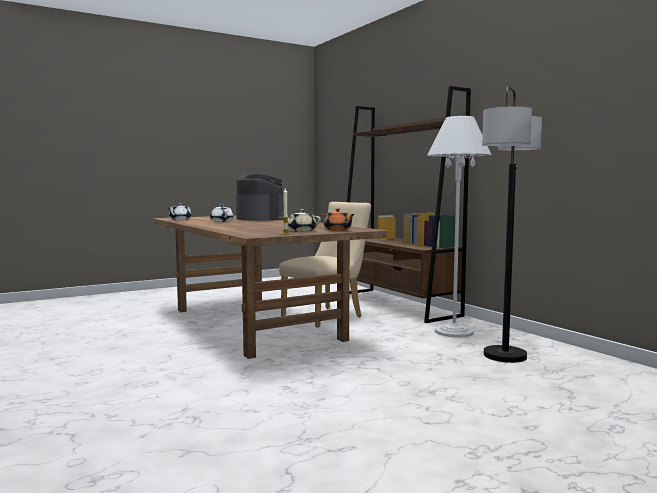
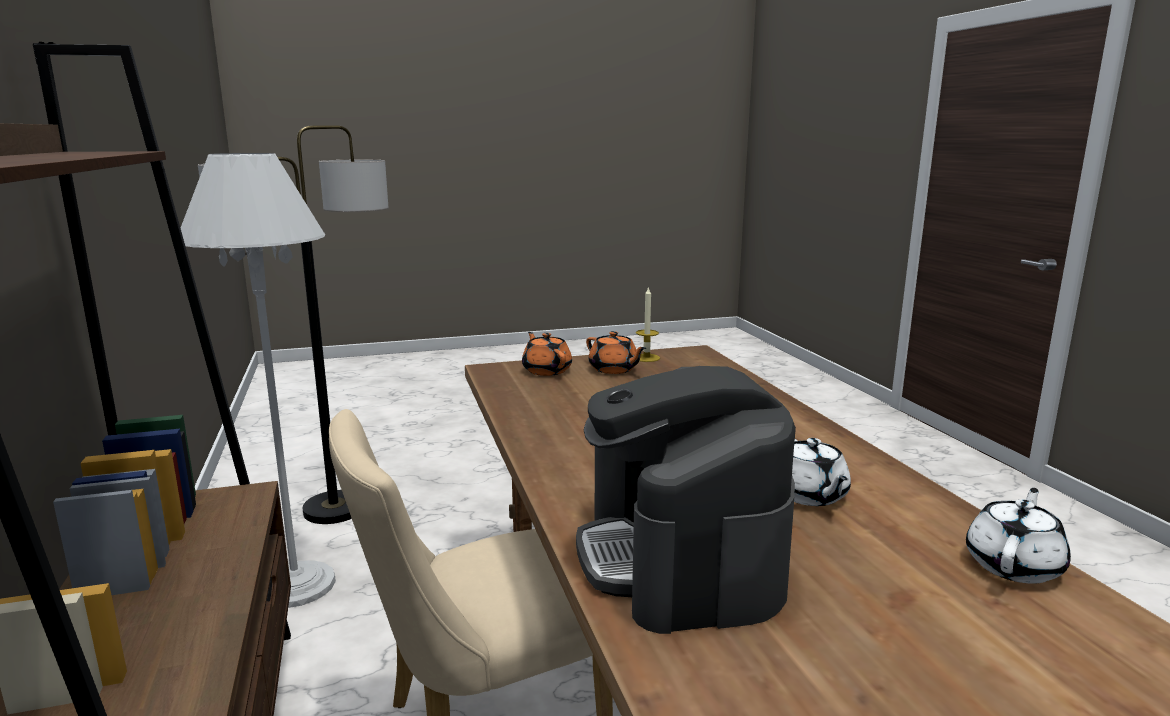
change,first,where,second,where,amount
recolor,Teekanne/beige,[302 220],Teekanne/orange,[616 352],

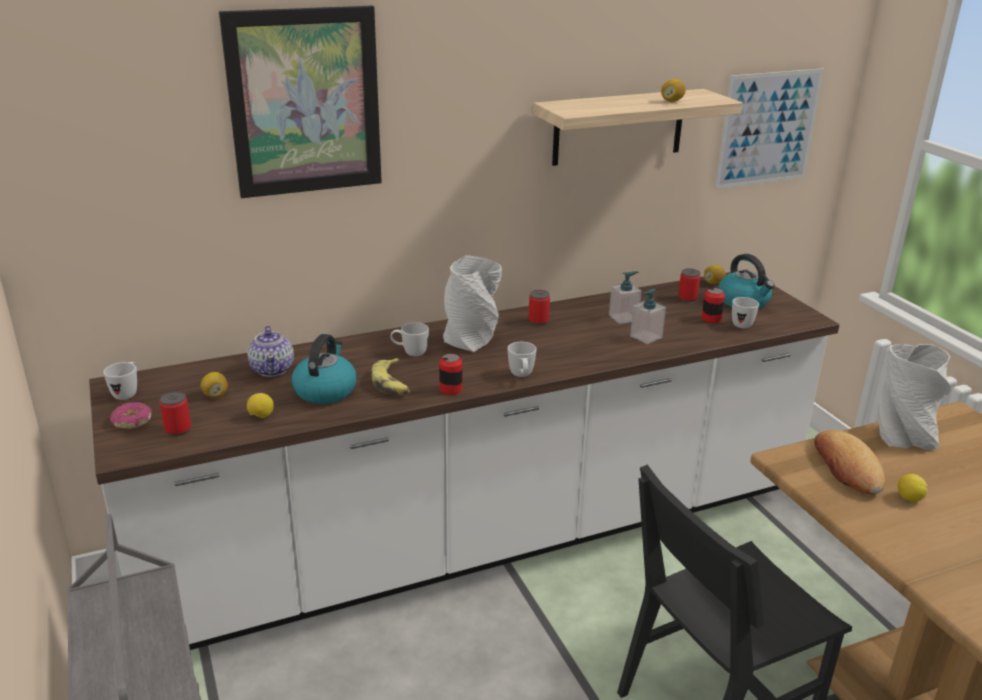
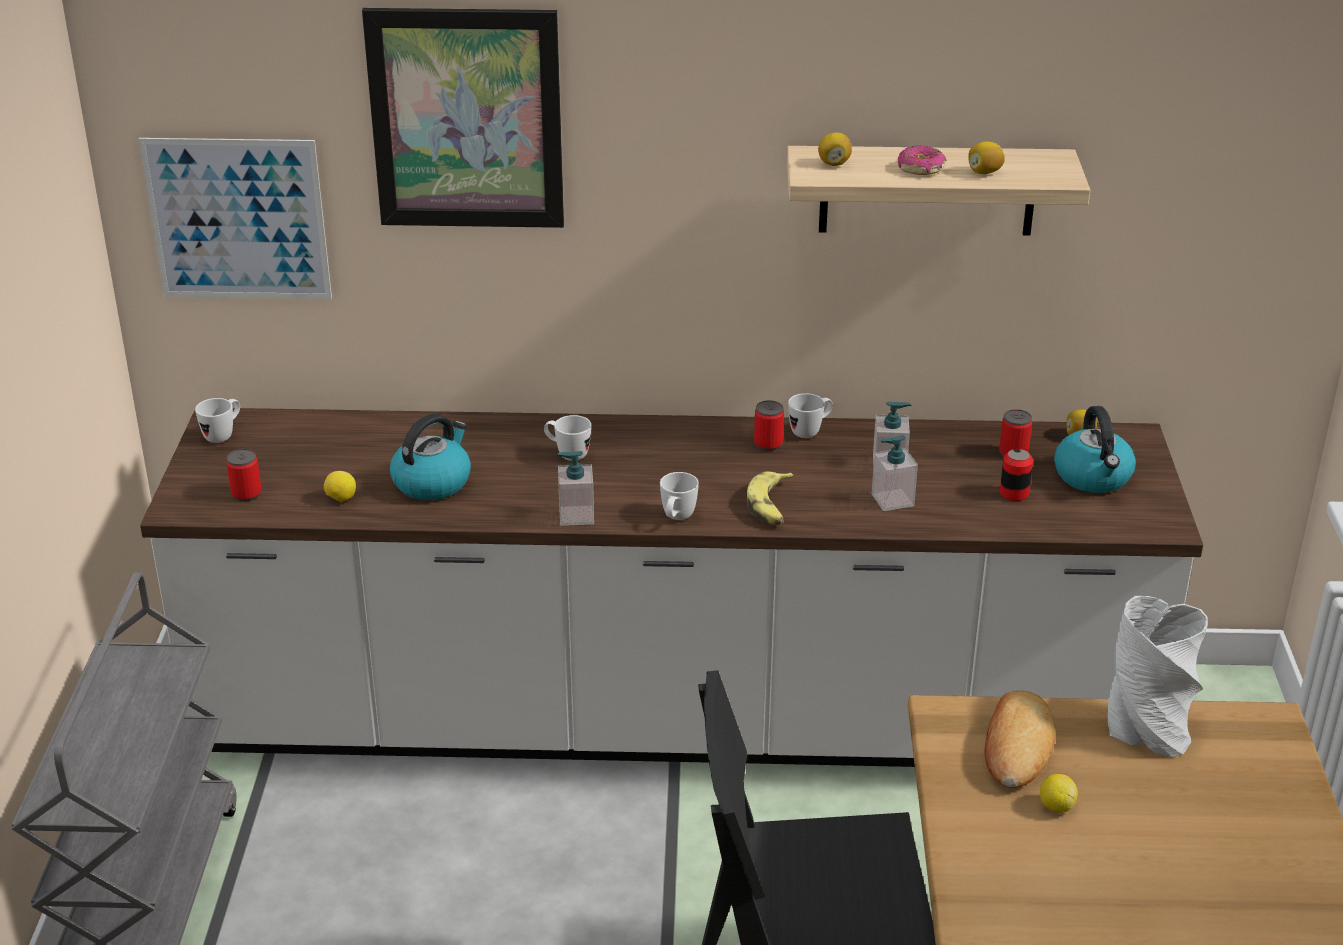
change,first,where,second,where,amount
move,Donut,[131 415],,[922 160],
move,Zitrone,[214 385],,[835 149],
delete,Teekanne,[270 351],,,
move,Banane,[390 376],,[770 498],
replace,Dose,[450 374],Seifenspender,[575 488],
delete,Vase/grau,[472 303],,,
move,Bild,[769 129],,[235 218],
move,Henkelbecher/weiß,[745 312],,[810 415],

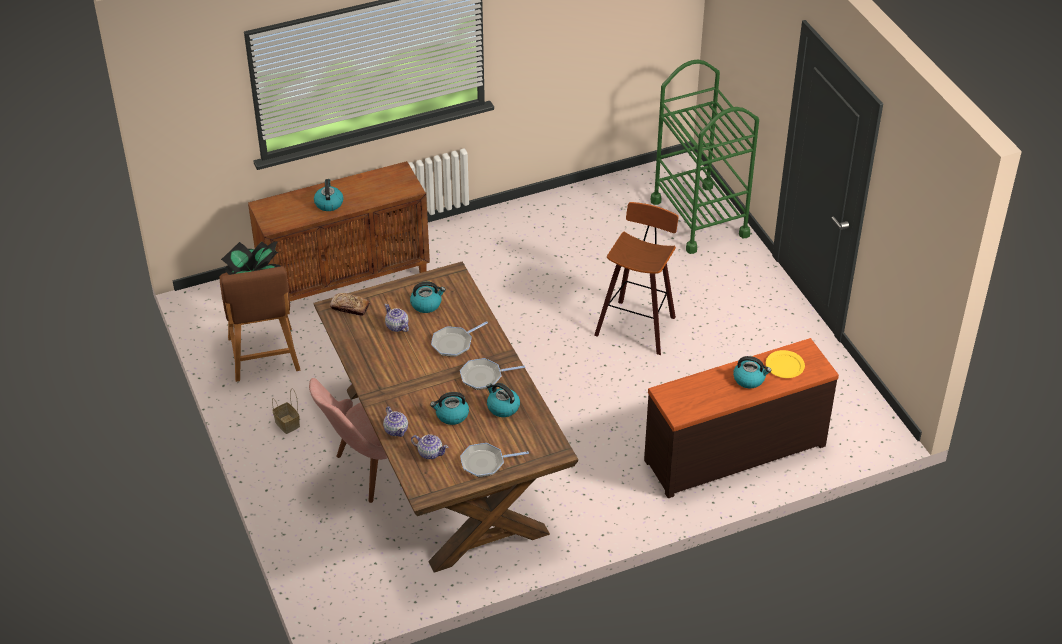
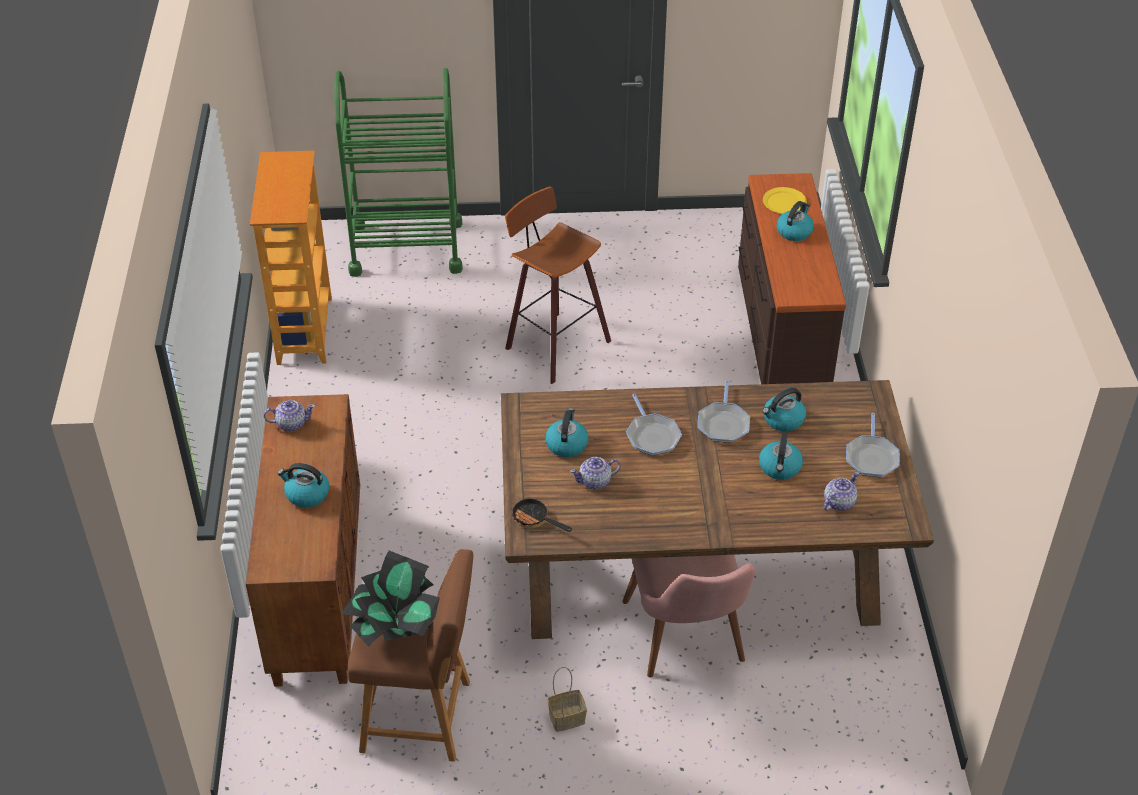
change,first,where,second,where,amount
replace,Brot,[350 304],Pfanne,[541 515],
move,Teekanne,[395 422],,[289 415],
insert,,,Bücherregal,[291 258],

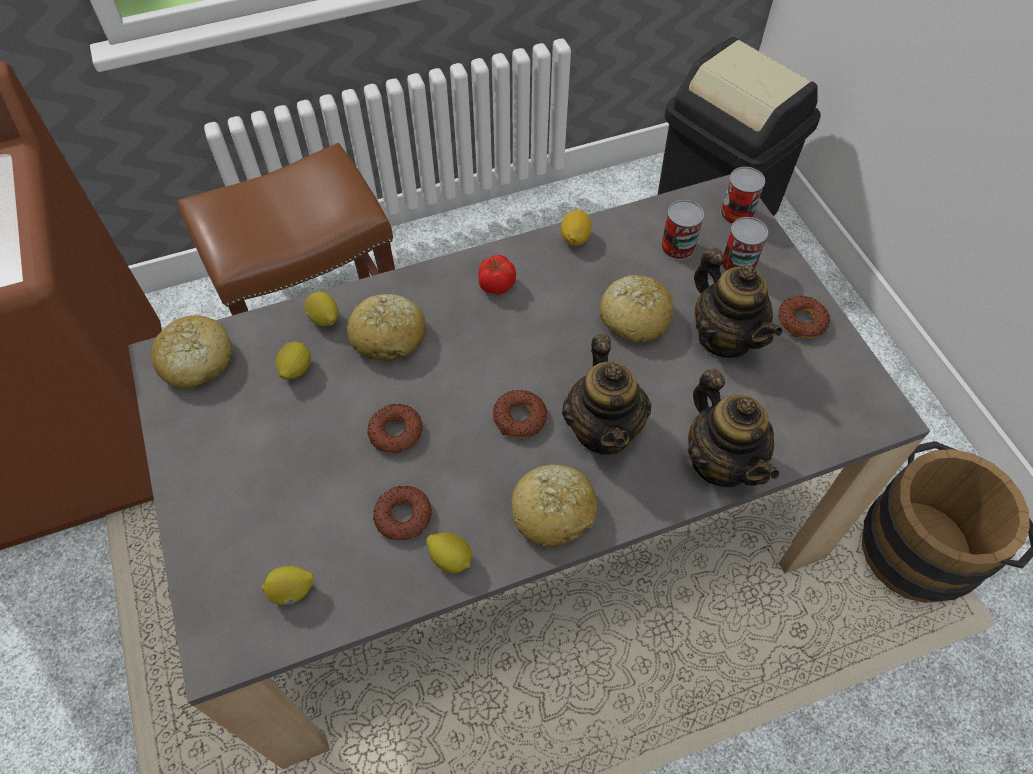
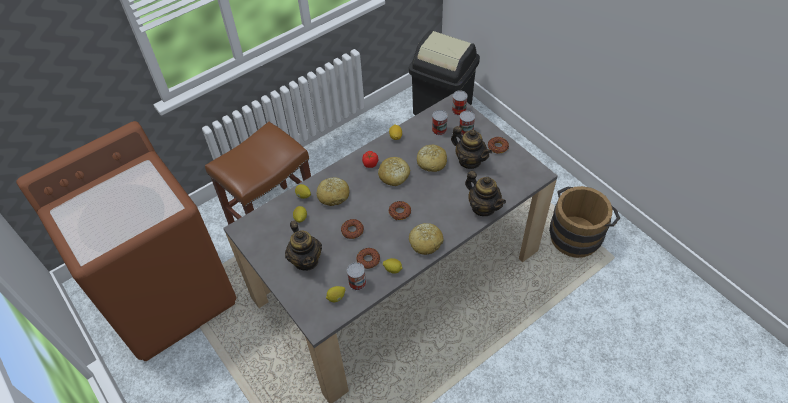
change,first,where,second,where,amount
move,Brot,[192 351],,[394 171],
move,Teekanne,[606 394],,[303 246],
insert,,,Dose,[356 276],

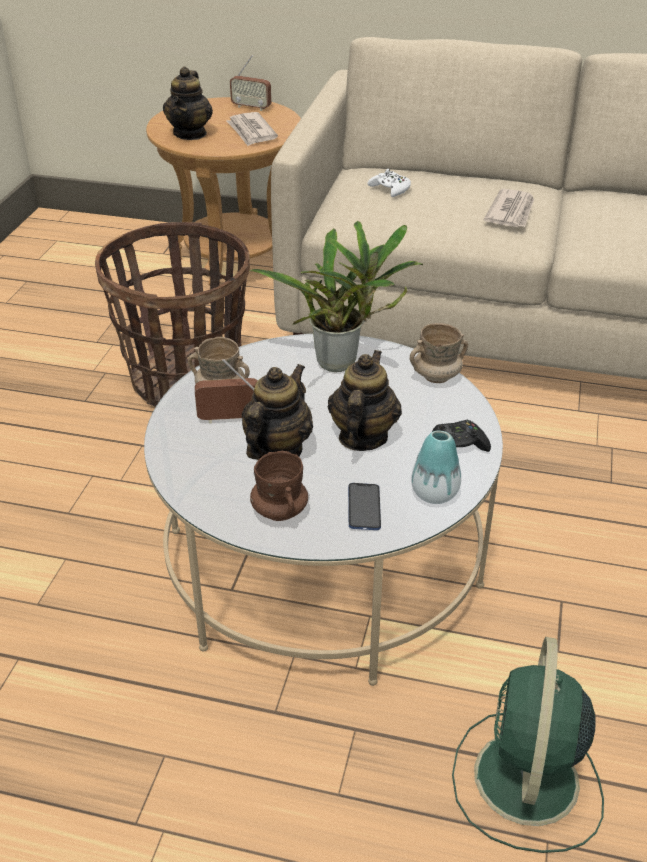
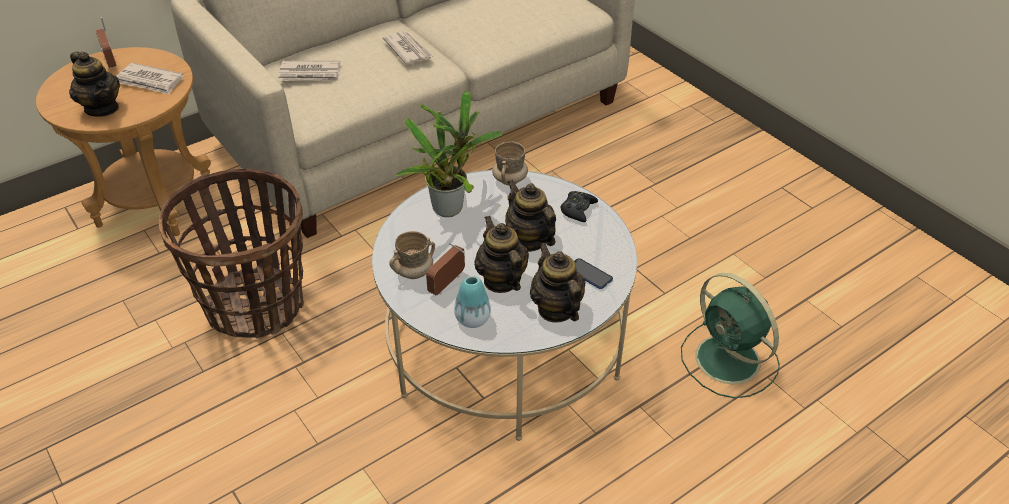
change,first,where,second,where,amount
rotate,Radio,[250 83],,[106 43],90 degrees clockwise
replace,Henkelbecher/braun,[279 486],Teekanne,[557 283],
replace,Gamepad/weiß,[389 183],Zeitung,[309 71],
move,Vase,[436 467],,[472 302],

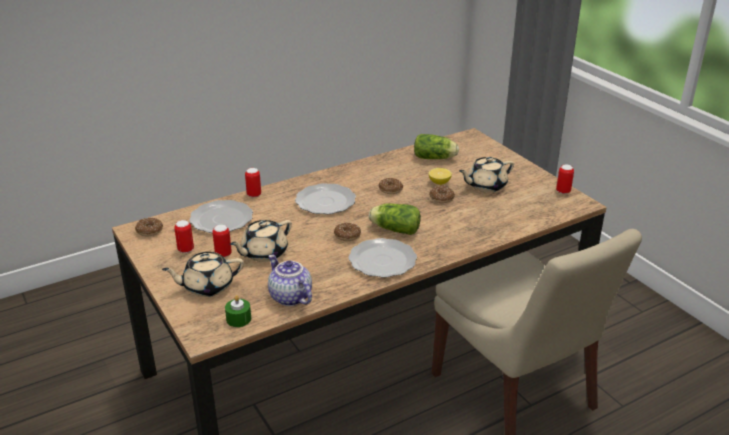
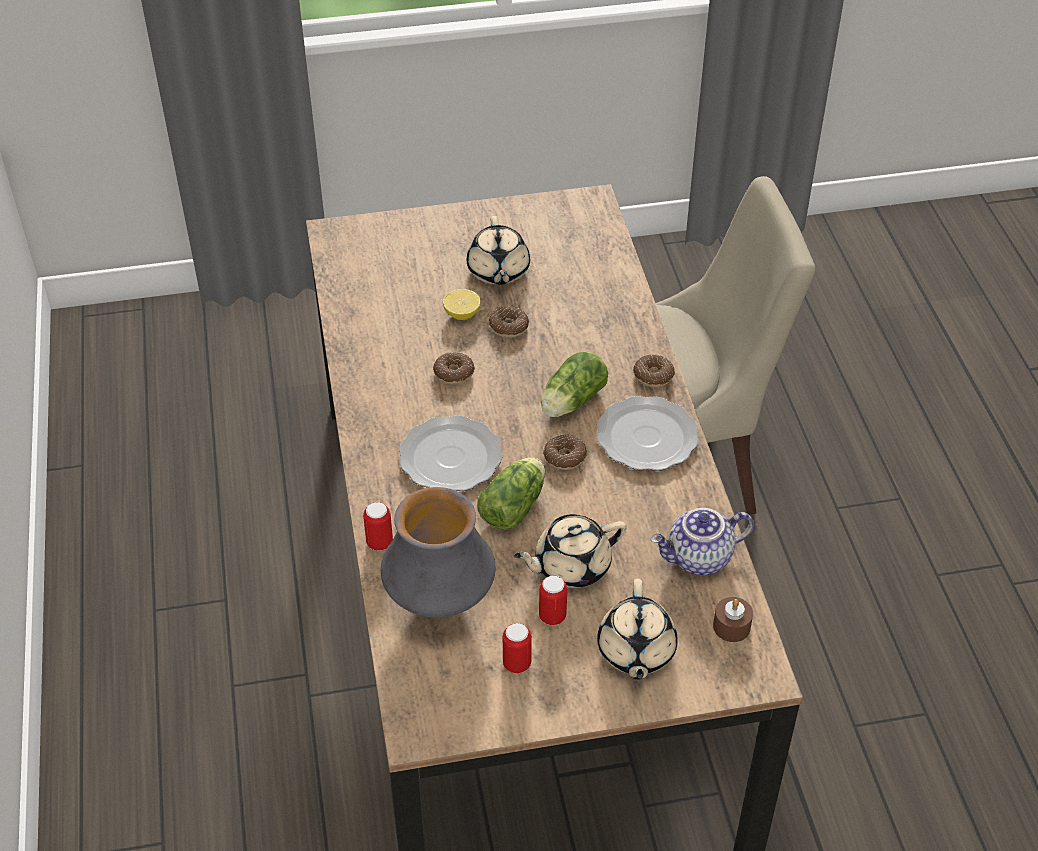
change,first,where,second,where,amount
move,Donut,[149 227],,[654 370],
replace,Teller,[221 216],Vase,[438 552],
recolor,Kerze/grün,[238 311],Kerze/braun,[733 619],
rotate,Teekanne/beige,[261 241],,[570 551],90 degrees clockwise
move,Salatkopf,[436 146],,[511 493],
delete,Dose,[565 179],,,

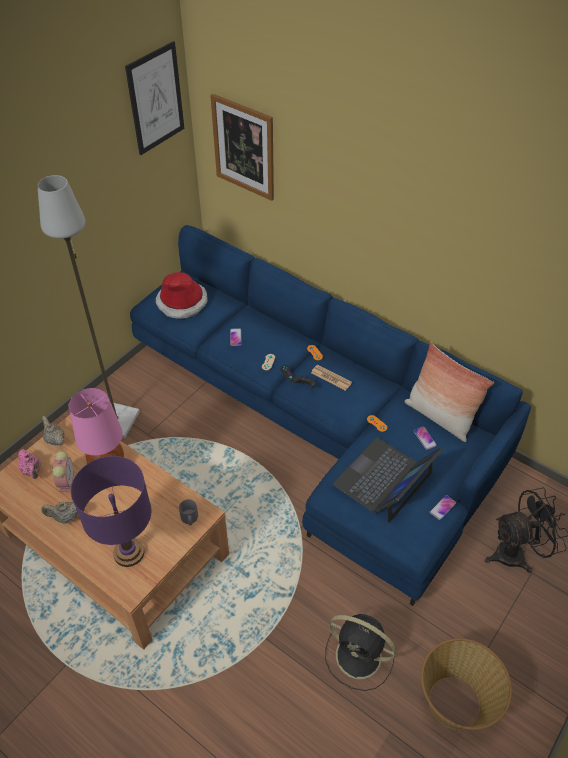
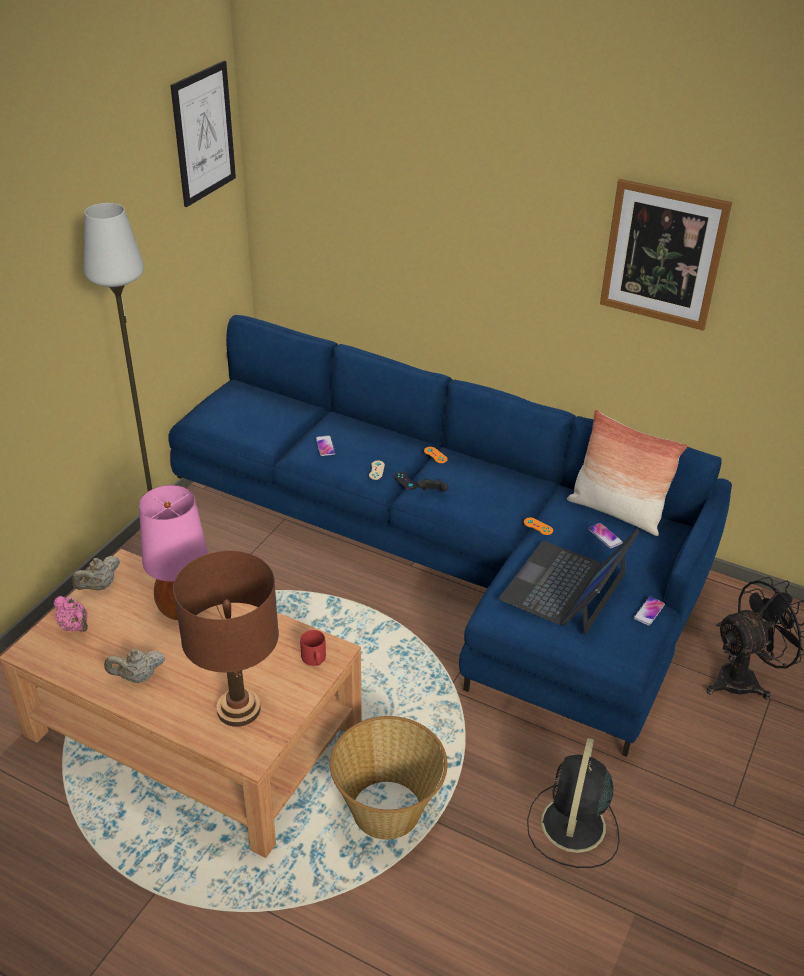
change,first,where,second,where,amount
rotate,Teekanne/beige,[53 430],,[96 573],90 degrees counterclockwise
delete,Wecker,[62 471],,,
recolor,Tischlampe/lila,[111 511],Tischlampe/braun,[226 638],
delete,Hut,[182 295],,,
recolor,Henkelbecher/grau,[188 512],Henkelbecher/rot,[313 648],
move,Bild,[242 147],,[666 255],
delete,Zeitung,[331 377],,,
rotate,Ventilator/schwarz,[360 652],,[573 803],90 degrees clockwise
move,Korb,[466 684],,[389 778],

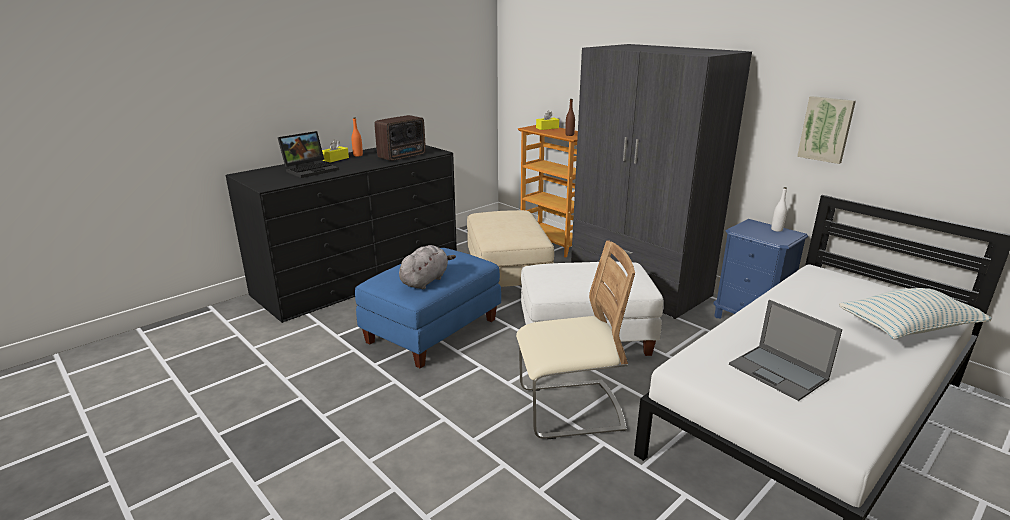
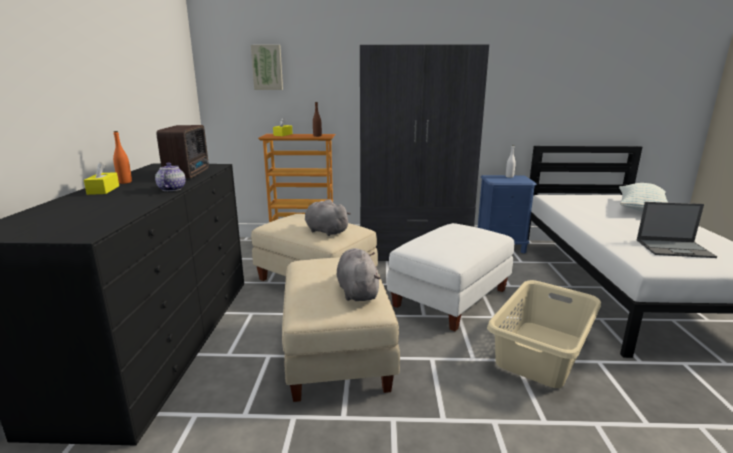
change,first,where,second,where,amount
delete,Laptop,[308 154],,,
recolor,Polsterhocker/blau,[428 308],Polsterhocker/beige,[341 329],
replace,Stuhl/beige,[575 339],Wäschekorb/beige,[544 334],
move,Bild,[826 130],,[267 67],
insert,,,Teekanne,[170 177],
insert,,,Plüschtier/grau,[328 217],

